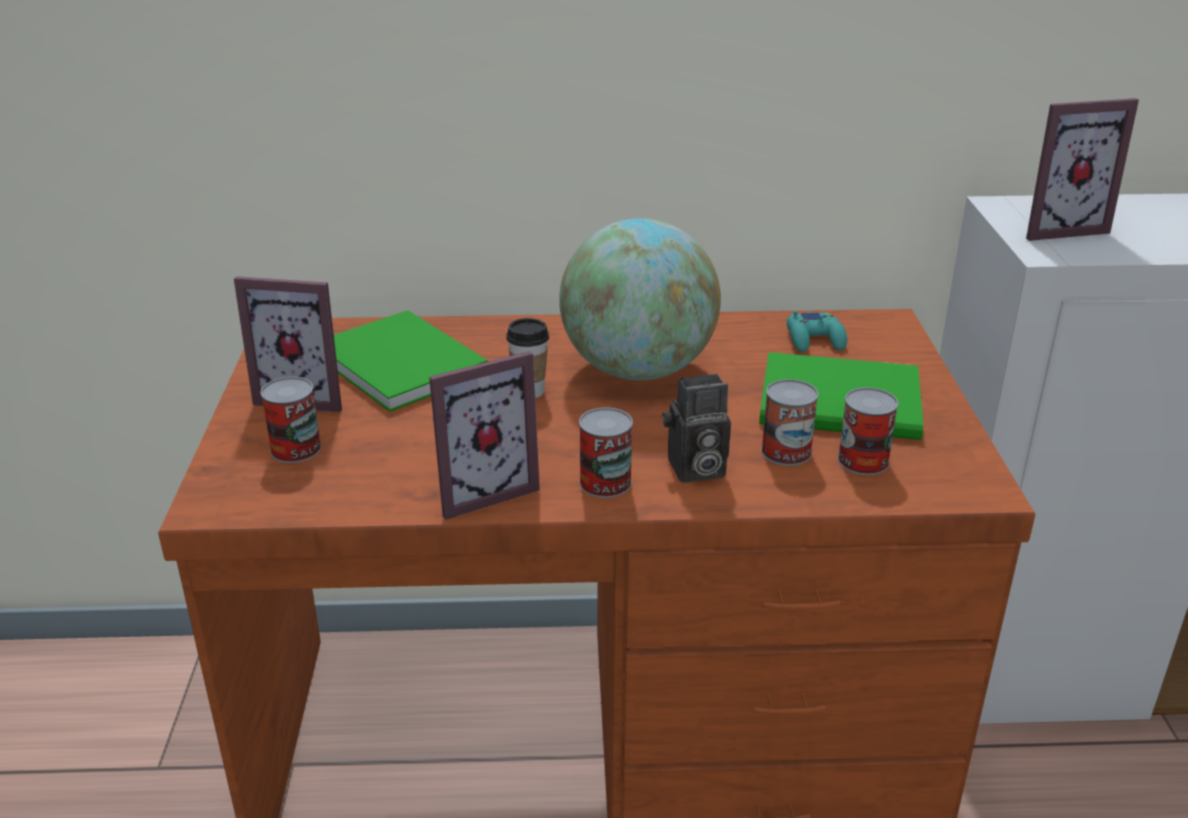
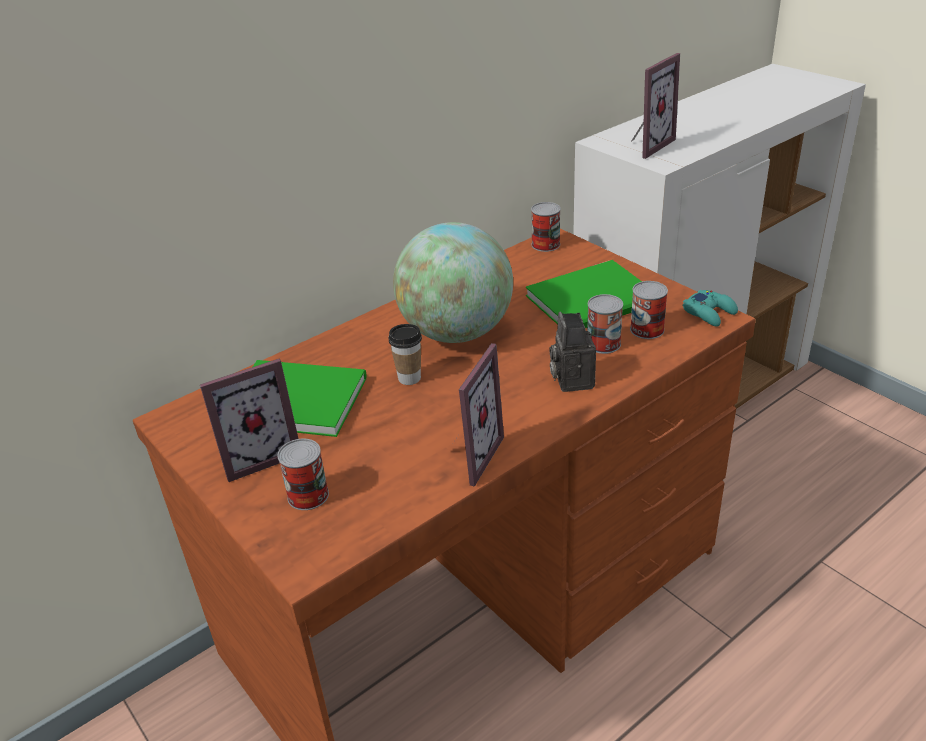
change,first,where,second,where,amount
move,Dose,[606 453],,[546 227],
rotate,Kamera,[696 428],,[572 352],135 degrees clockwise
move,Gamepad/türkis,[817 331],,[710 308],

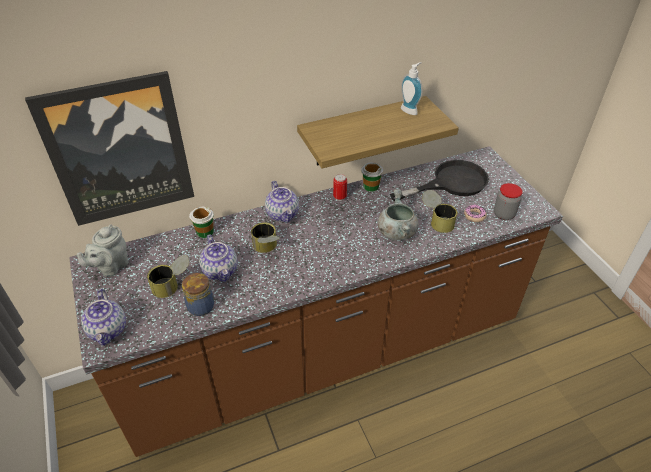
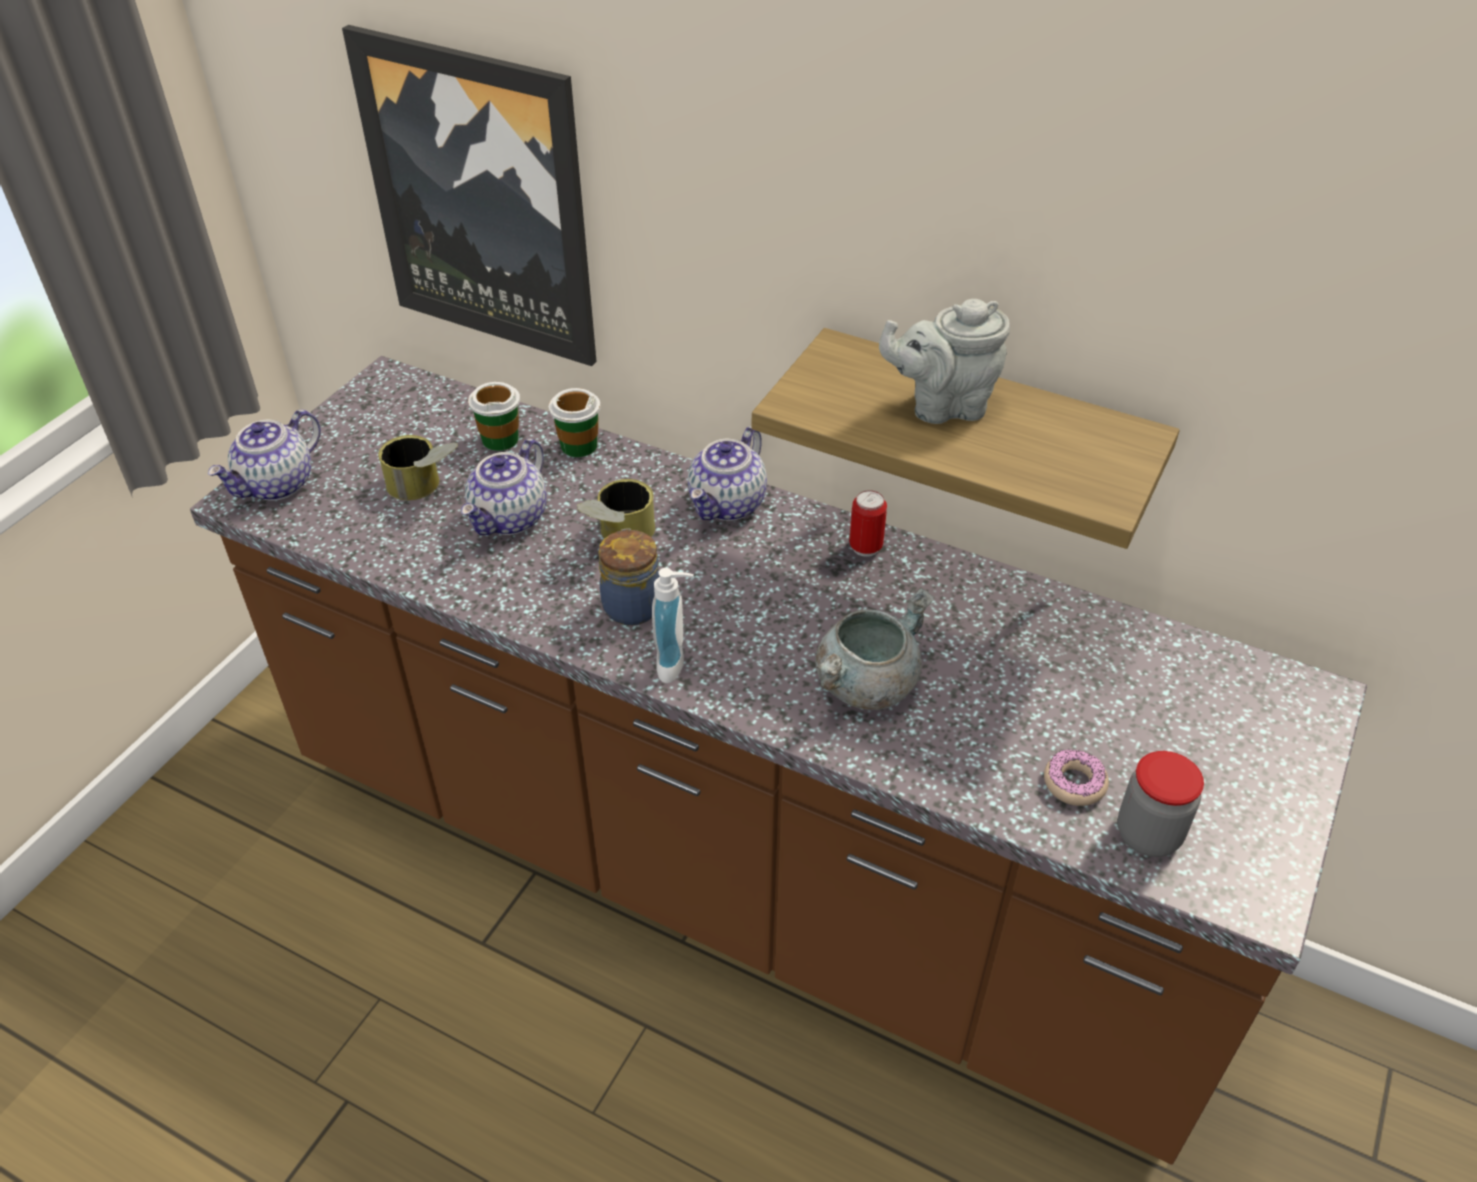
change,first,where,second,where,amount
move,Teekanne/grau,[102 250],,[944 361],
move,Vorratsglas,[198 294],,[629 576],
move,Tasse,[372 177],,[494 416],
delete,Pfanne/schwarz,[439 181],,,
move,Seifenspender,[411 88],,[673 625],
delete,Dose,[439 211],,,

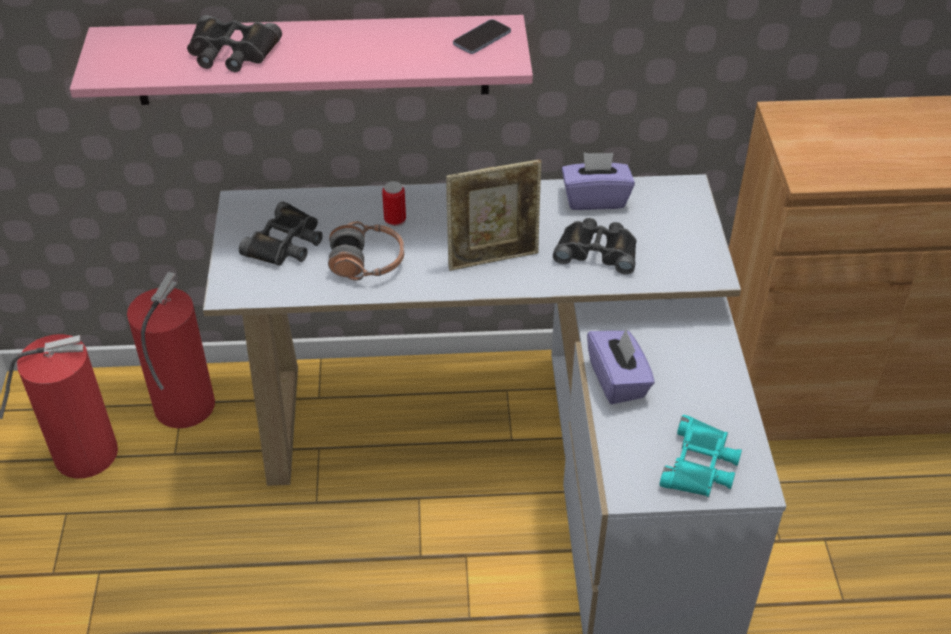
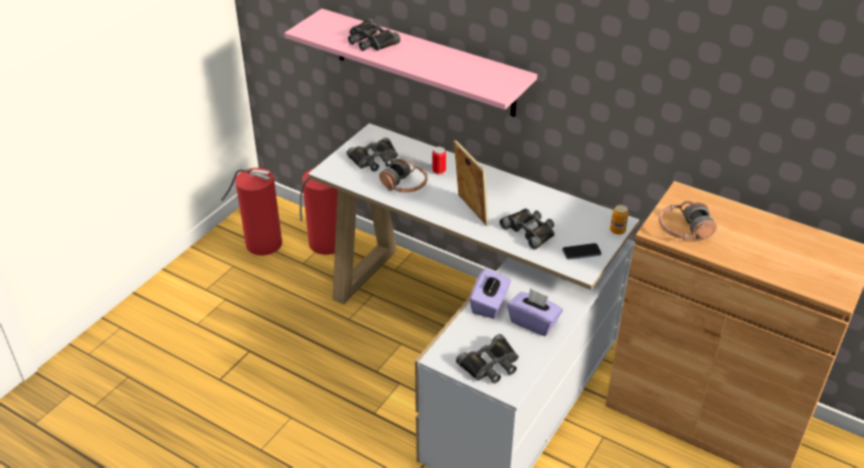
change,first,where,second,where,amount
rotate,Bilderrahmen,[494 215],,[471 183],135 degrees counterclockwise
move,Handy,[482 36],,[582 251],
move,Taschentuchbox/lila,[598 181],,[535 312],
recolor,Fernglas/türkis,[701 456],Fernglas/schwarz,[487 359],
insert,,,Dose,[619 220],
insert,,,Kopfhörer,[688 221],

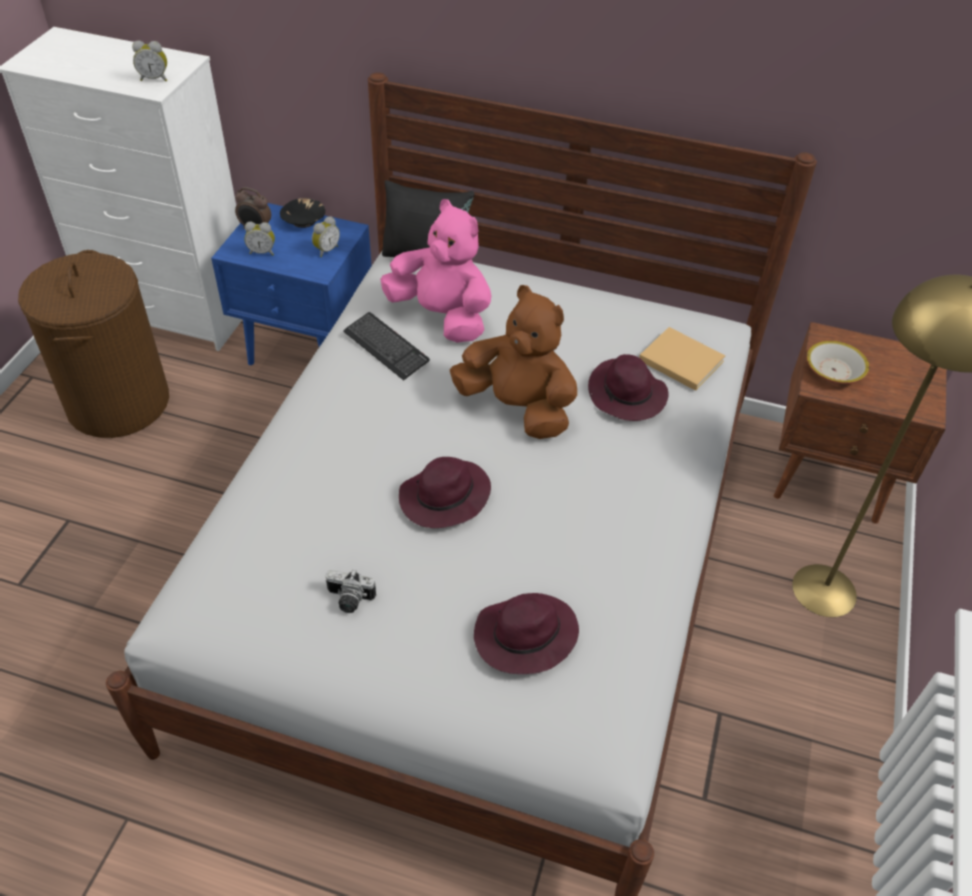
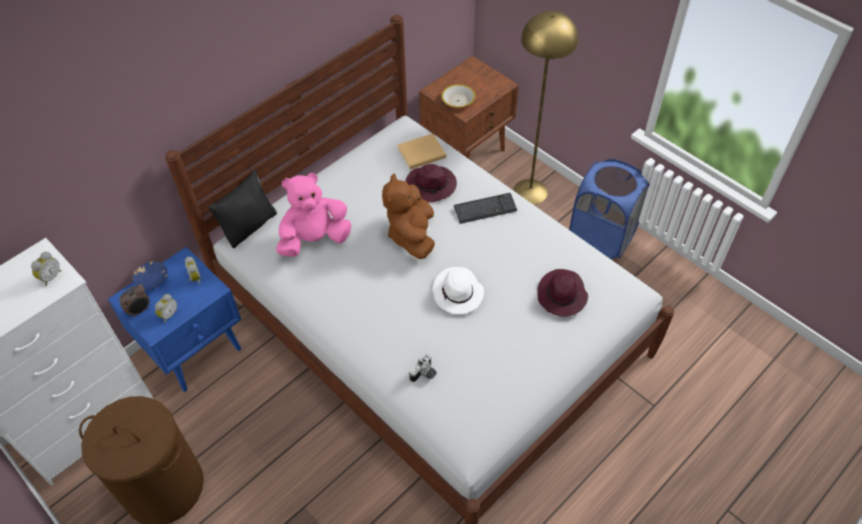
change,first,where,second,where,amount
recolor,Schüssel/schwarz,[302 213],Schüssel/blau,[150 275],
move,Kamera,[351 591],,[423 368],
move,Tastatur,[386 346],,[485 208],
recolor,Hut/lila,[445 492],Hut/weiß,[458 290],
rotate,Plüschtier/braun,[513 362],,[408 216],60 degrees counterclockwise
insert,,,Wäschekorb/blau,[609 209],

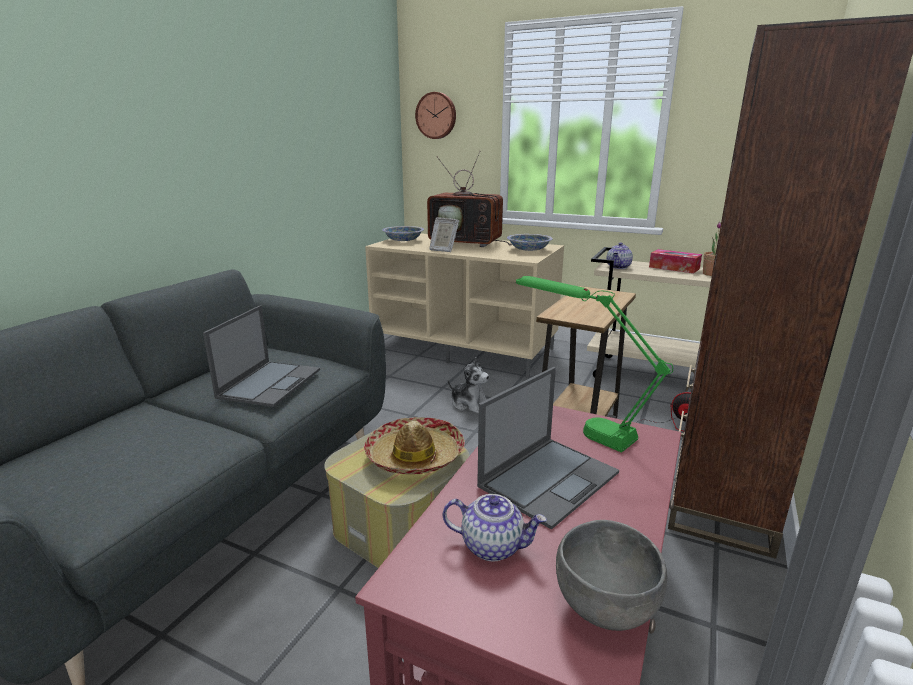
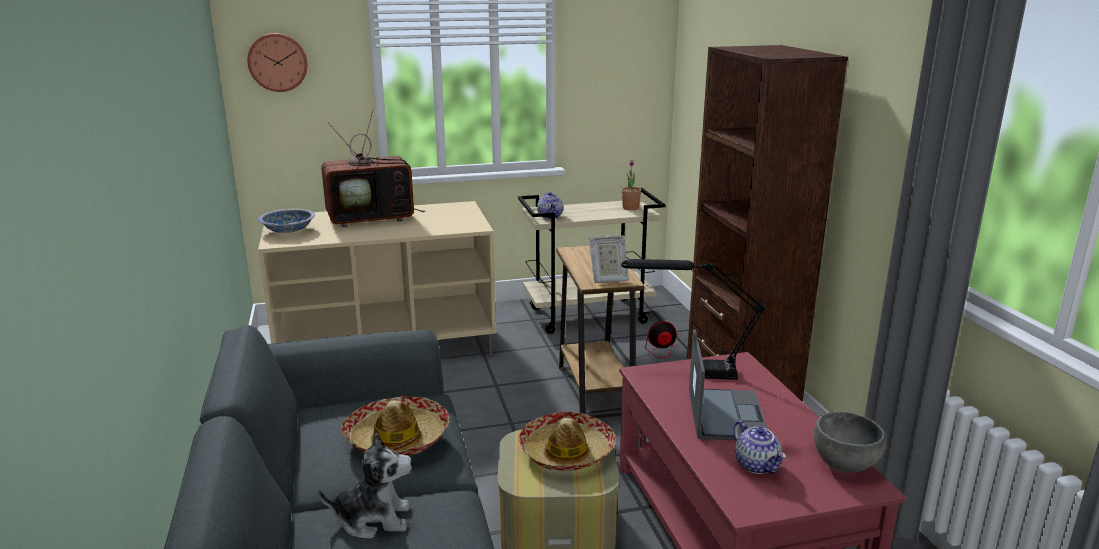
change,first,where,second,where,amount
replace,Laptop,[261 356],Hut,[395 425],
move,Bilderrahmen,[444 234],,[608 259],
rotate,Teekanne,[494 527],,[759 447],90 degrees clockwise
move,Plüschtier,[468 385],,[365 485],
delete,Schüssel,[530 242],,,
recolor,Tischlampe/grün,[594 364],Tischlampe/schwarz,[694 319],
delete,Taschentuchbox,[675 261],,,

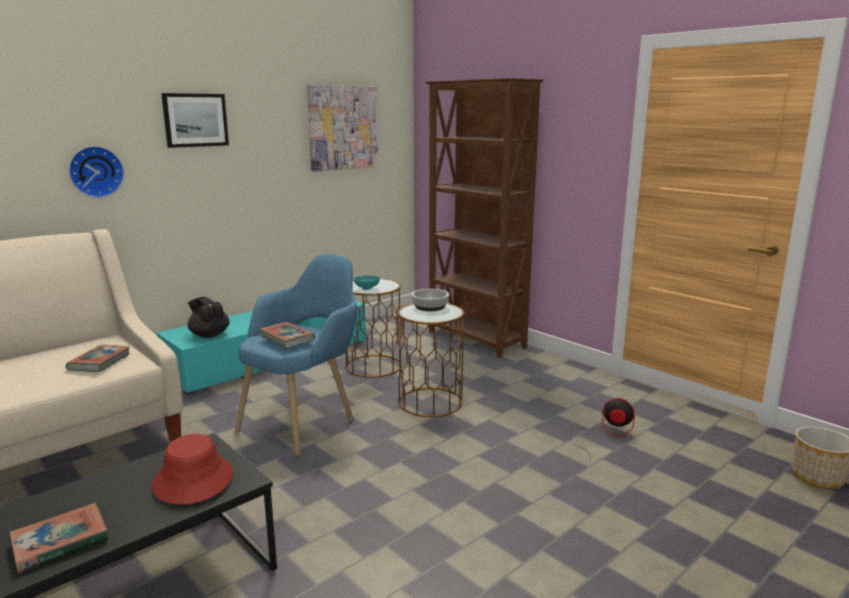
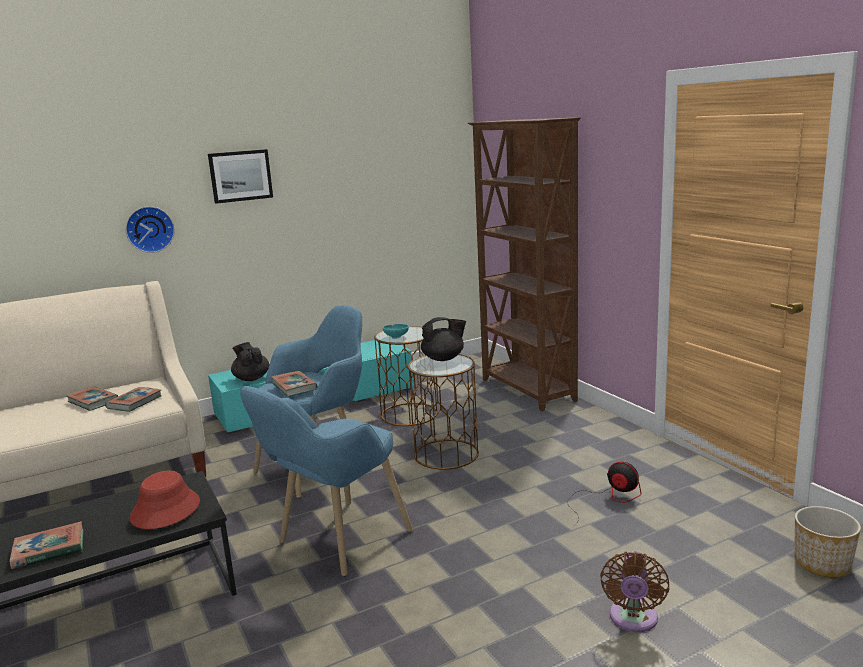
change,first,where,second,where,amount
delete,Bild,[342 128],,,
replace,Schüssel,[430 300],Teekanne/schwarz,[443 339],
insert,,,Buch,[92 399],
insert,,,Sessel/blau,[326 481],
insert,,,Ventilator/braun,[634 591],

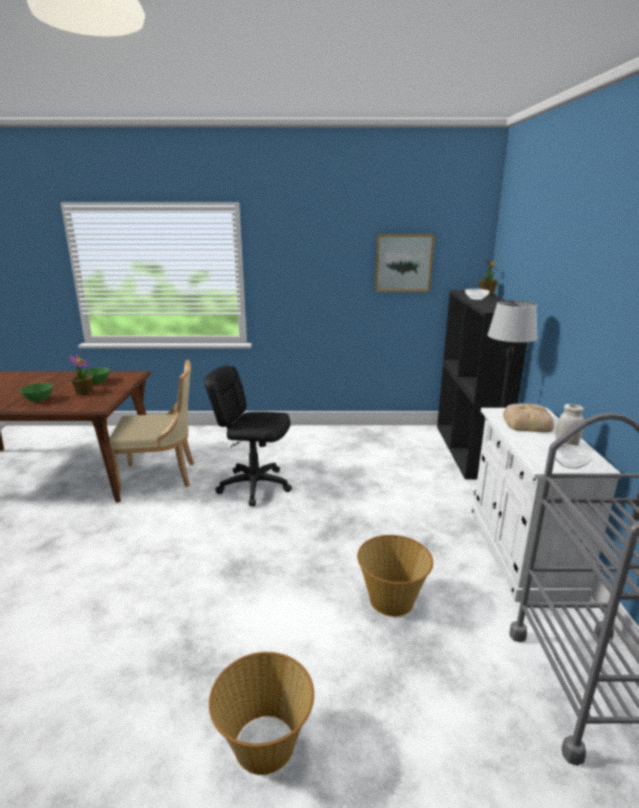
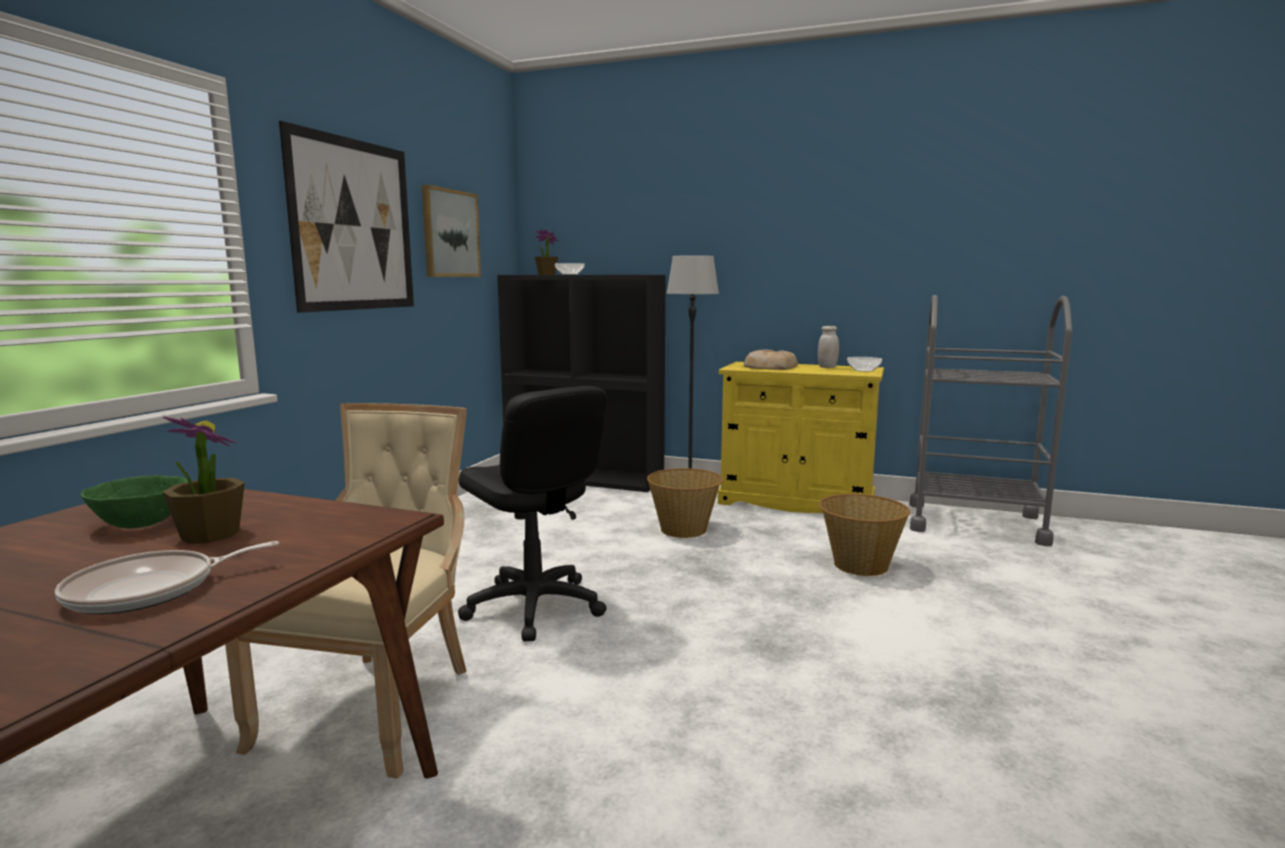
change,first,where,second,where,amount
replace,Schüssel/grün,[36 392],Pfanne,[167 577],
rotate,Bürostuhl/schwarz,[248 436],,[532 513],75 degrees counterclockwise
move,Korb,[261 713],,[685 503],
recolor,Schrank/weiß,[546 505],Schrank/gelb,[801 437],
insert,,,Bild,[346 217],

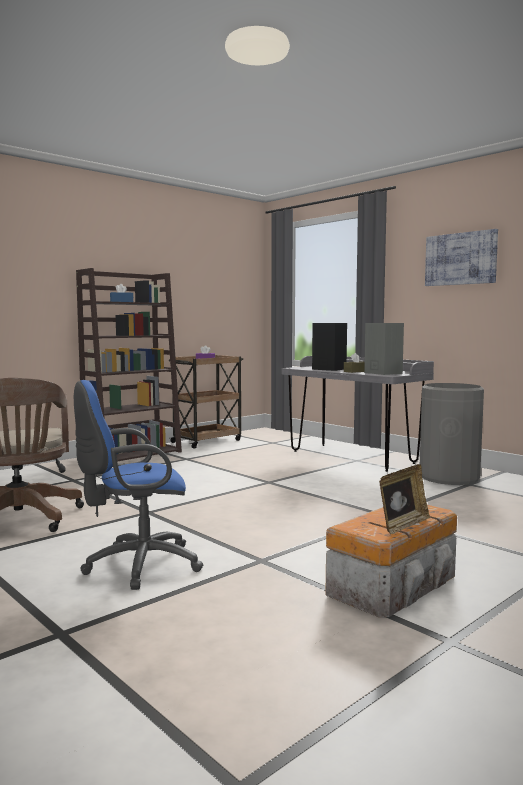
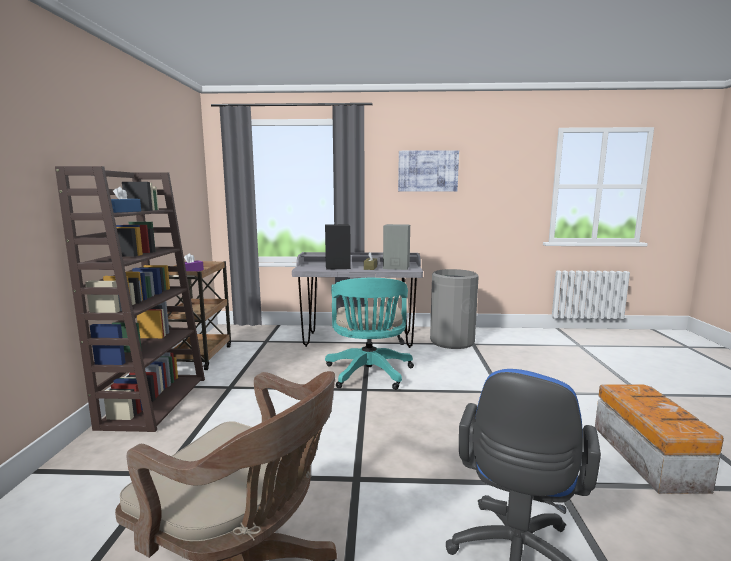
change,first,where,second,where,amount
delete,Bilderrahmen,[404 499],,,
insert,,,Bürostuhl/türkis,[369 334],

